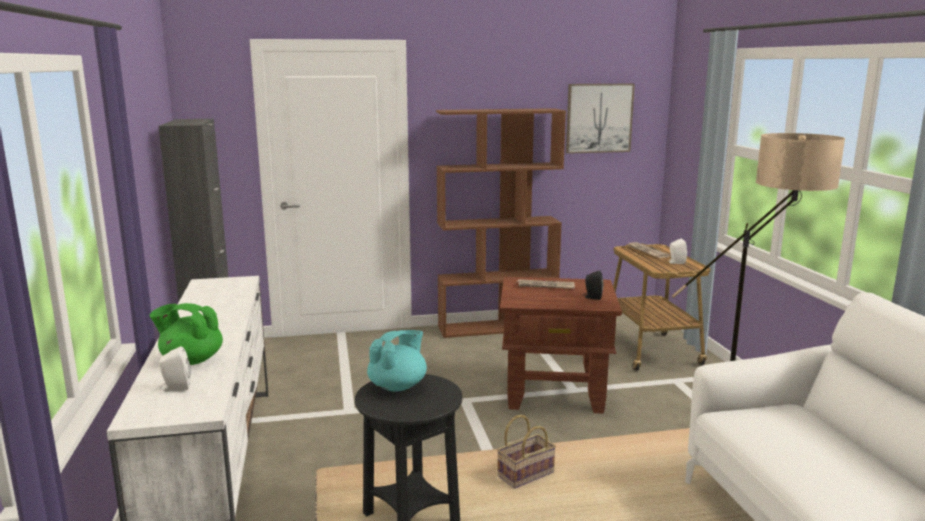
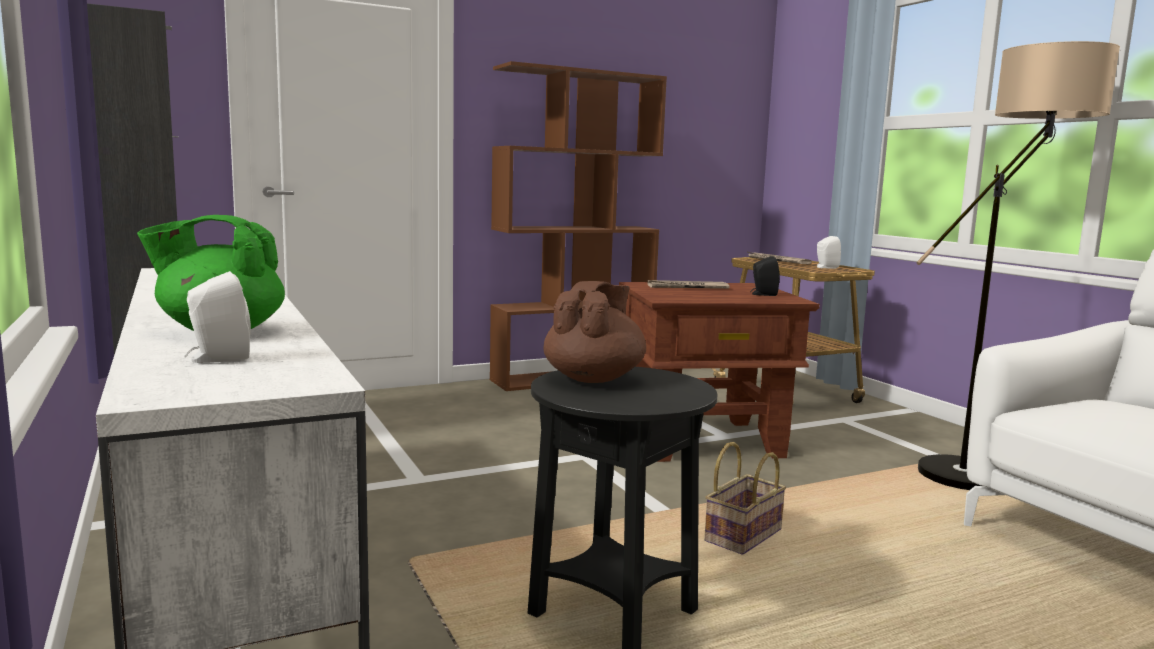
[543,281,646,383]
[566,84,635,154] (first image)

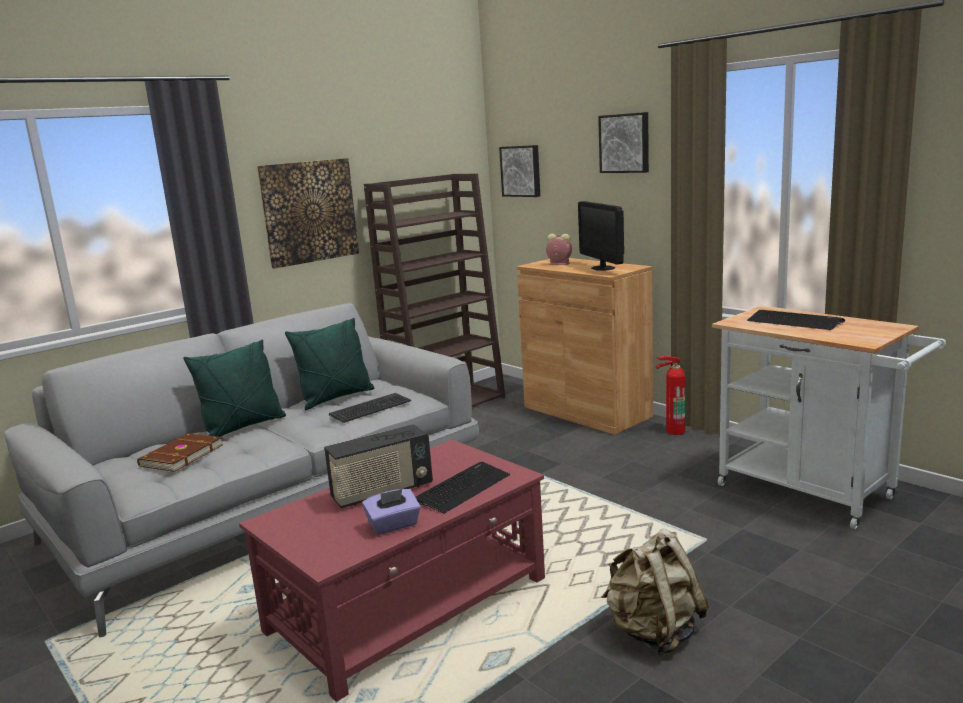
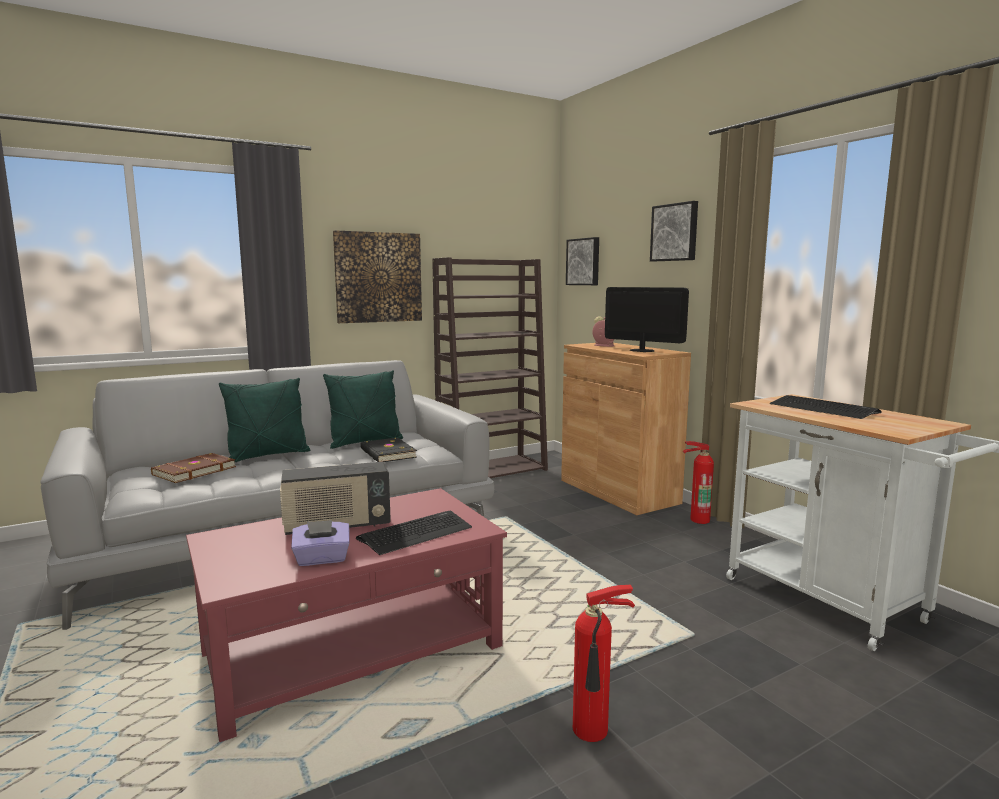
[360,438,417,462]
[573,585,635,742]
[605,287,689,352]

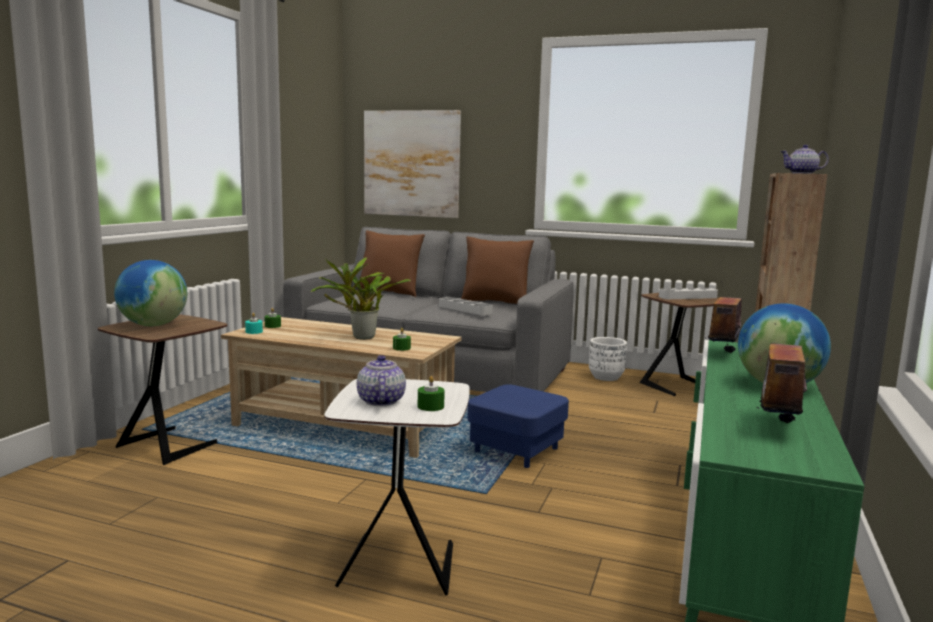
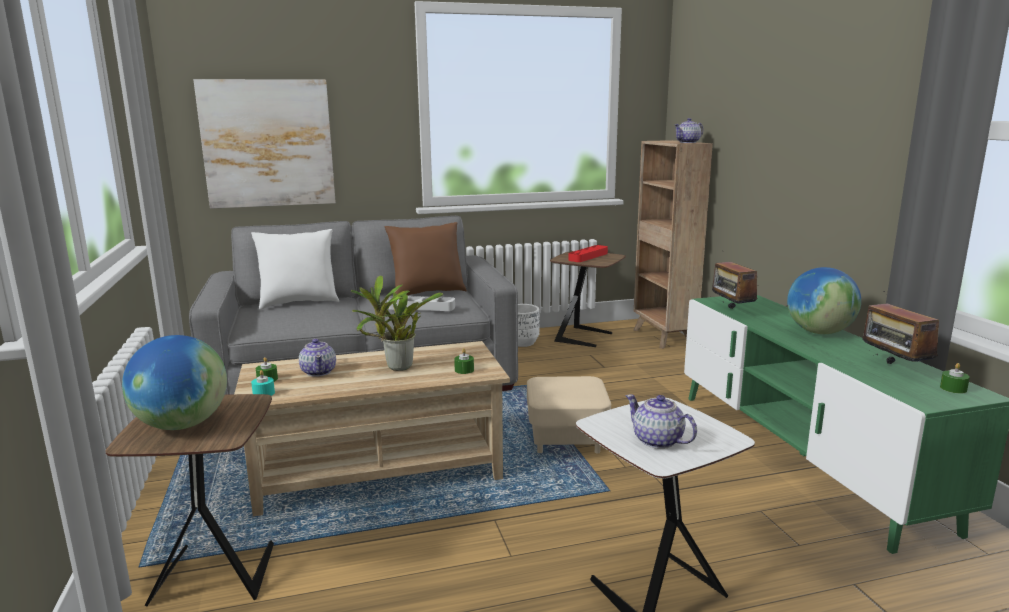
[251,229,339,309]
[299,339,336,377]
[527,376,611,454]
[568,245,608,262]
[940,363,970,394]

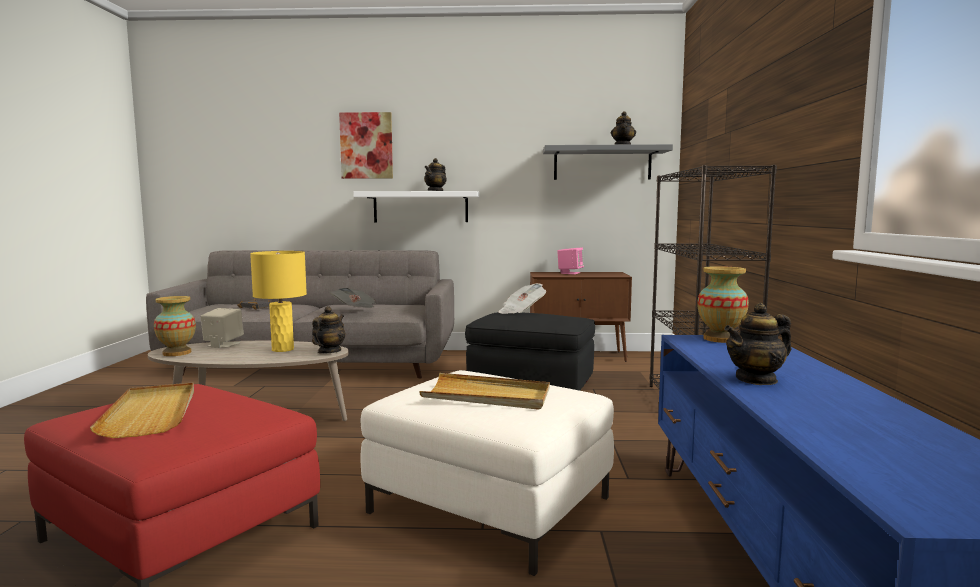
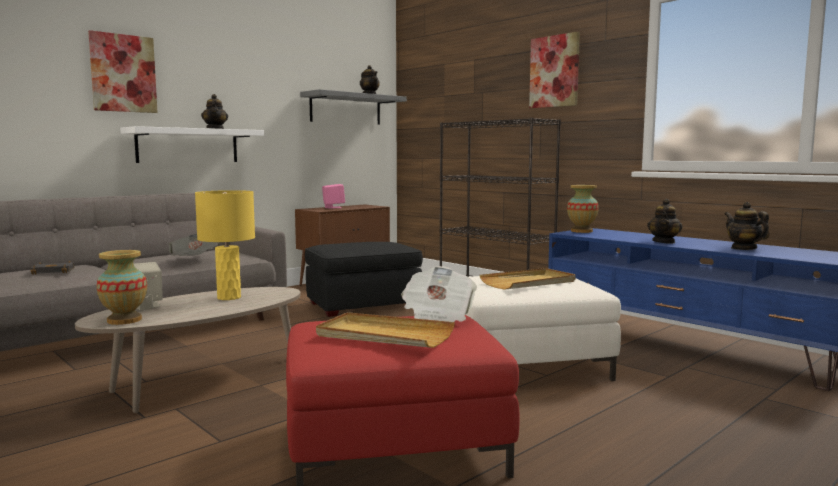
[401,266,477,322]
[529,32,580,108]
[724,202,769,250]

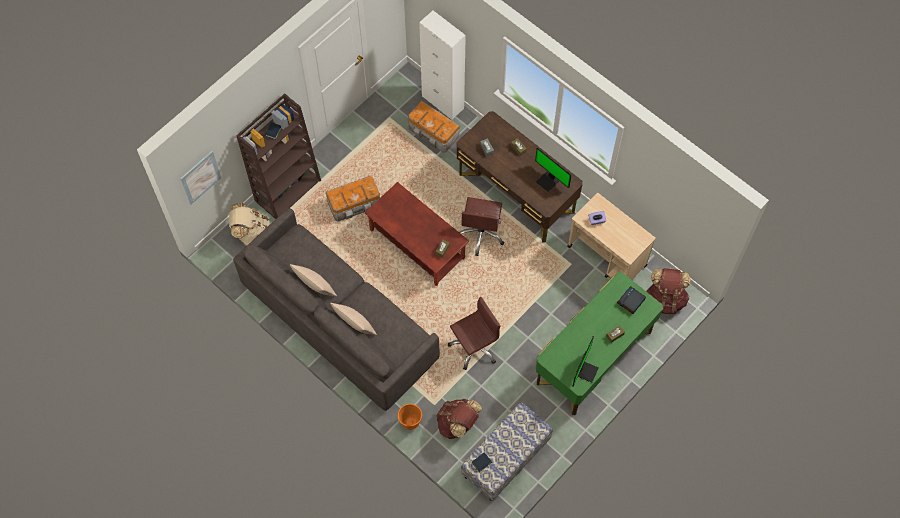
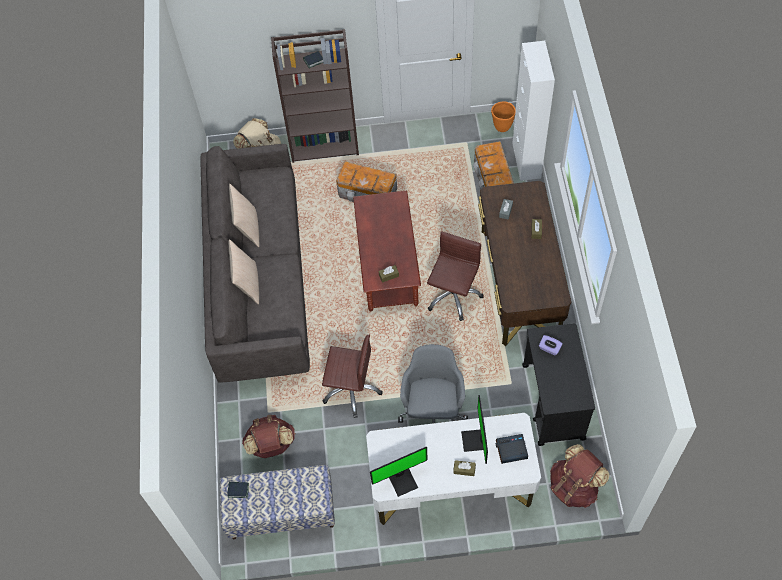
[366,413,541,525]
[398,344,468,423]
[427,231,484,321]
[461,395,488,464]
[491,102,516,132]
[522,323,595,446]
[180,151,221,205] (first image)

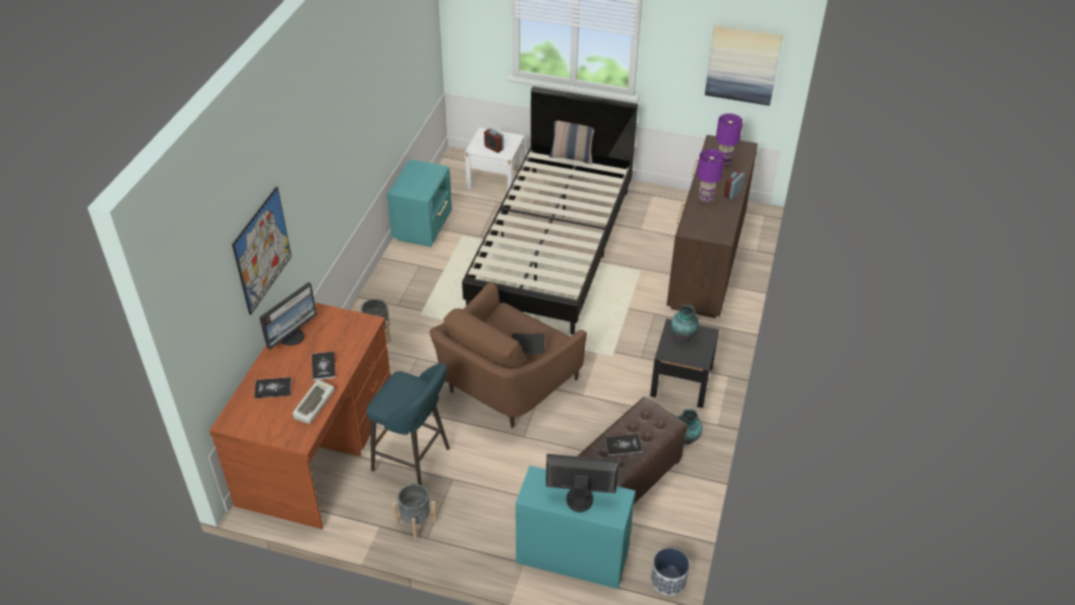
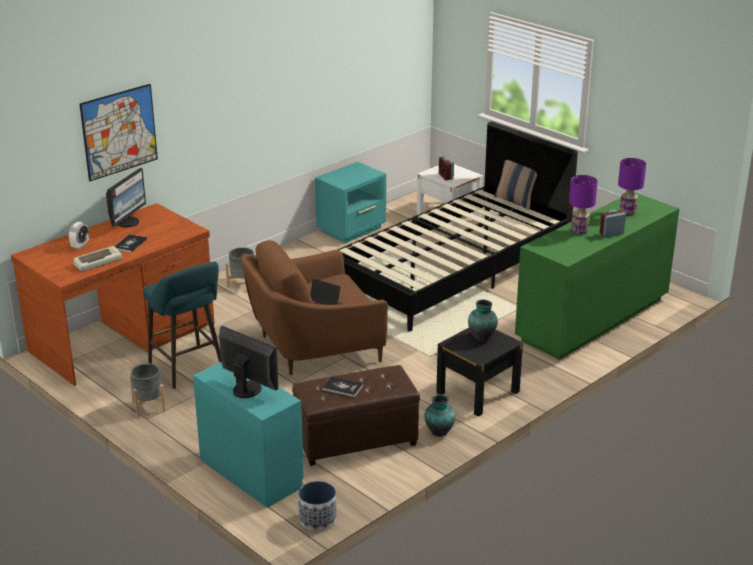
[69,222,89,249]
[106,168,146,227]
[515,192,680,360]
[705,25,783,106] (first image)

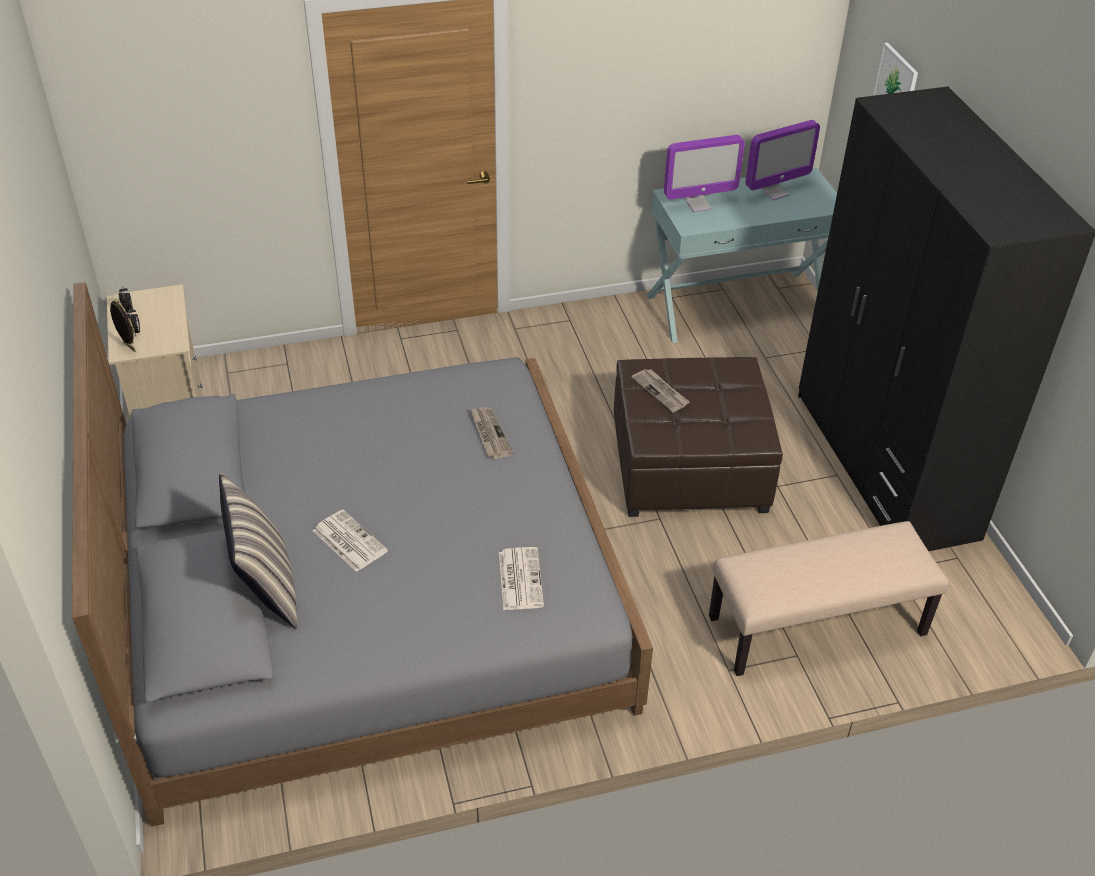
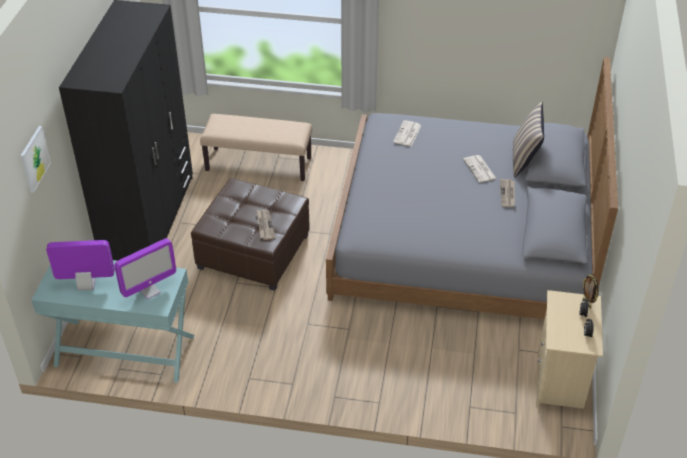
[114,238,176,299]
[500,179,515,207]

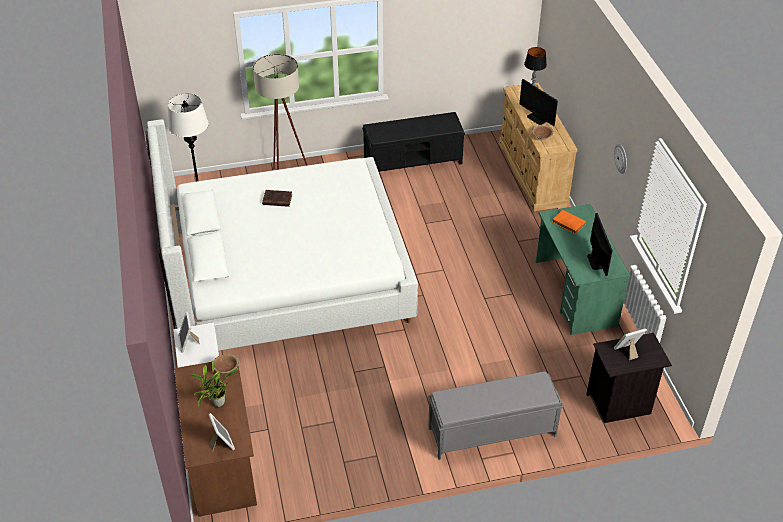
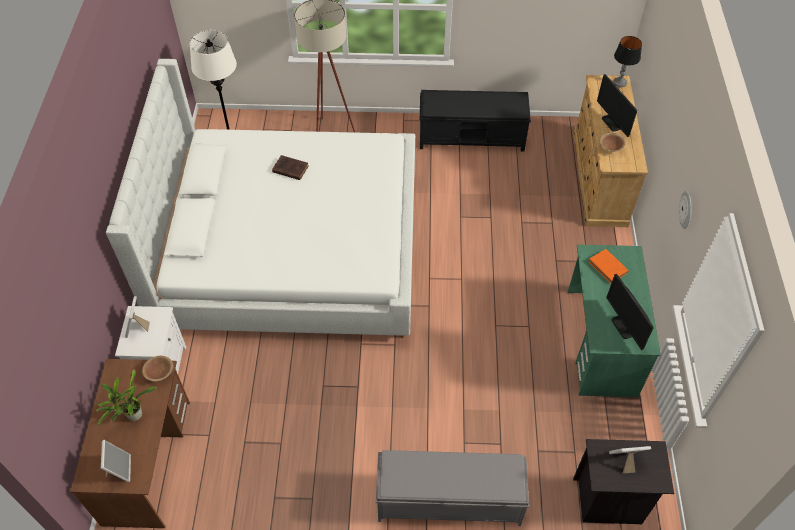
[606,274,654,350]

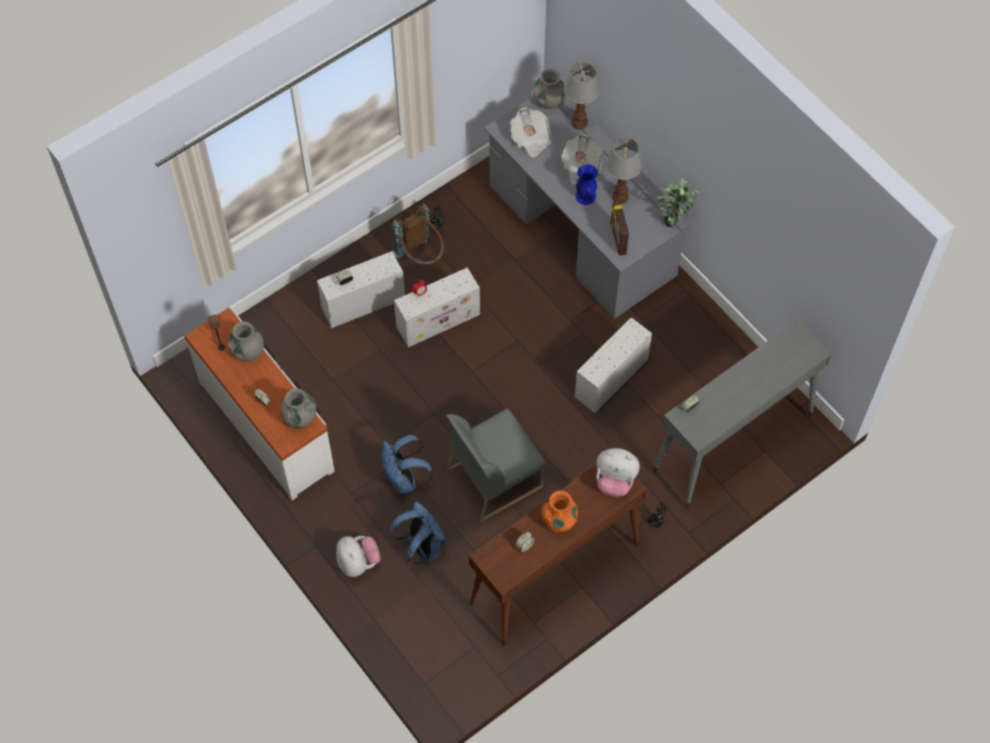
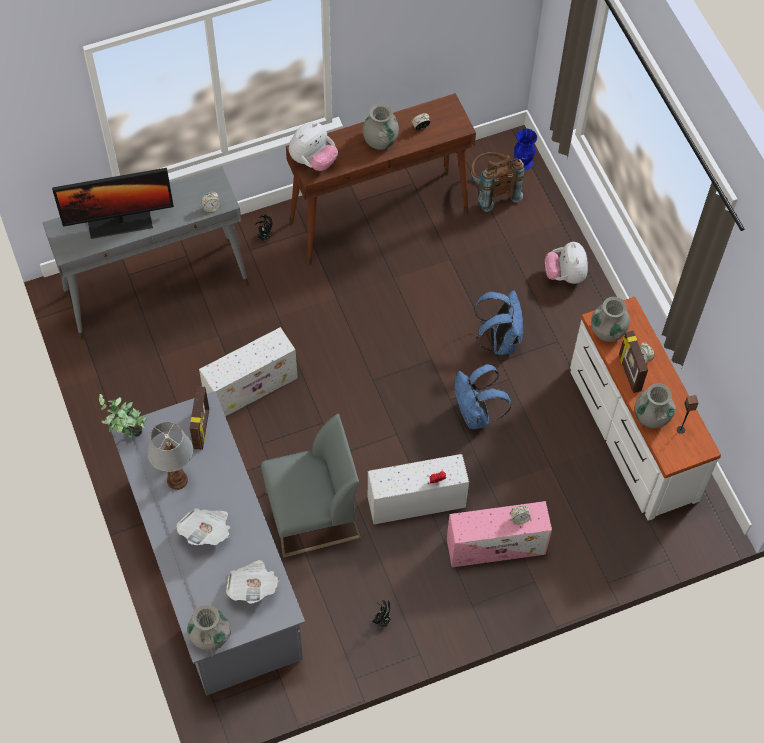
[52,168,174,239]
[261,414,362,558]
[289,122,338,171]
[363,103,399,150]
[447,501,552,567]
[455,364,511,429]
[471,152,525,212]
[513,129,537,170]
[619,331,648,393]
[564,62,600,130] (first image)

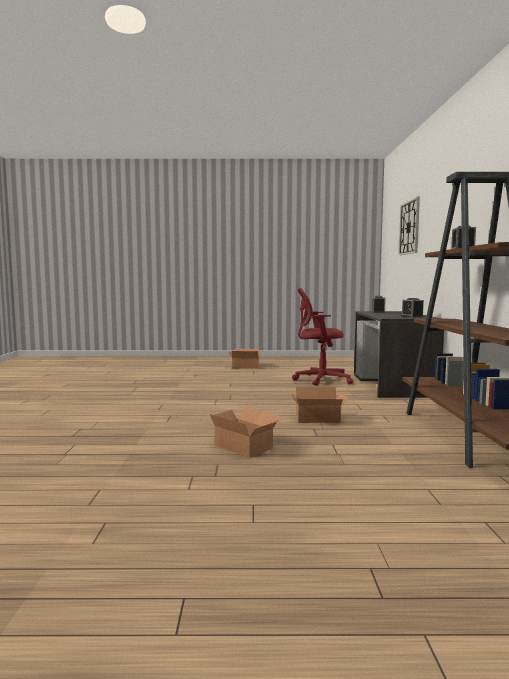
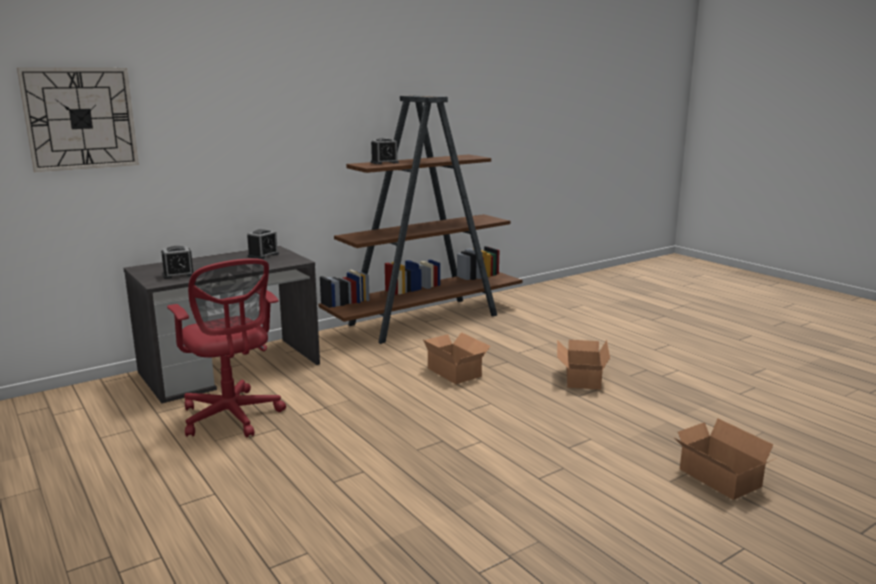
[675,418,777,500]

